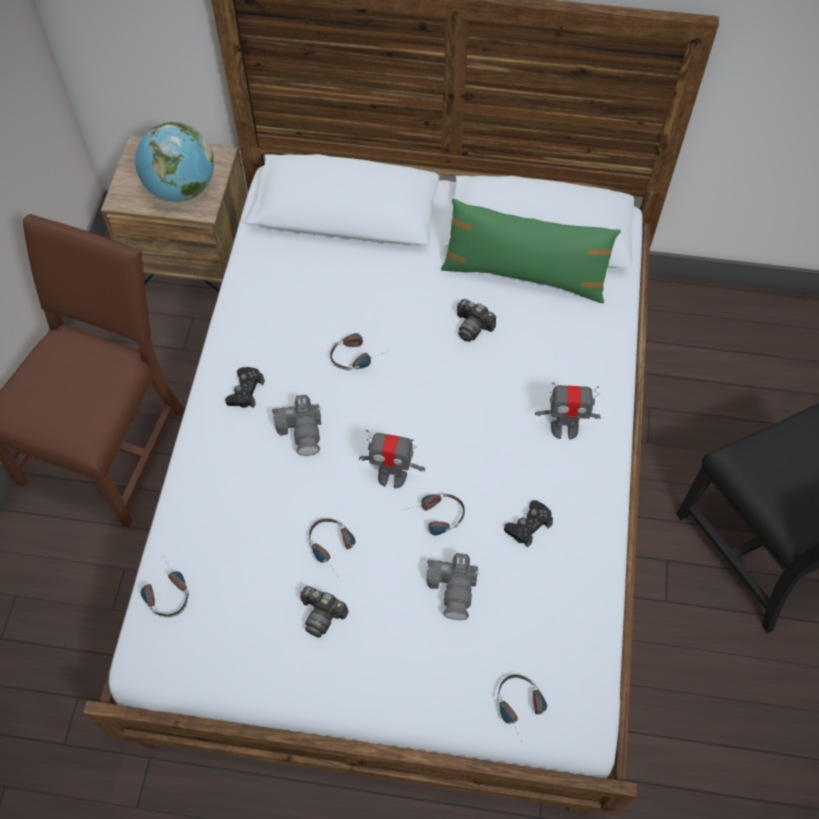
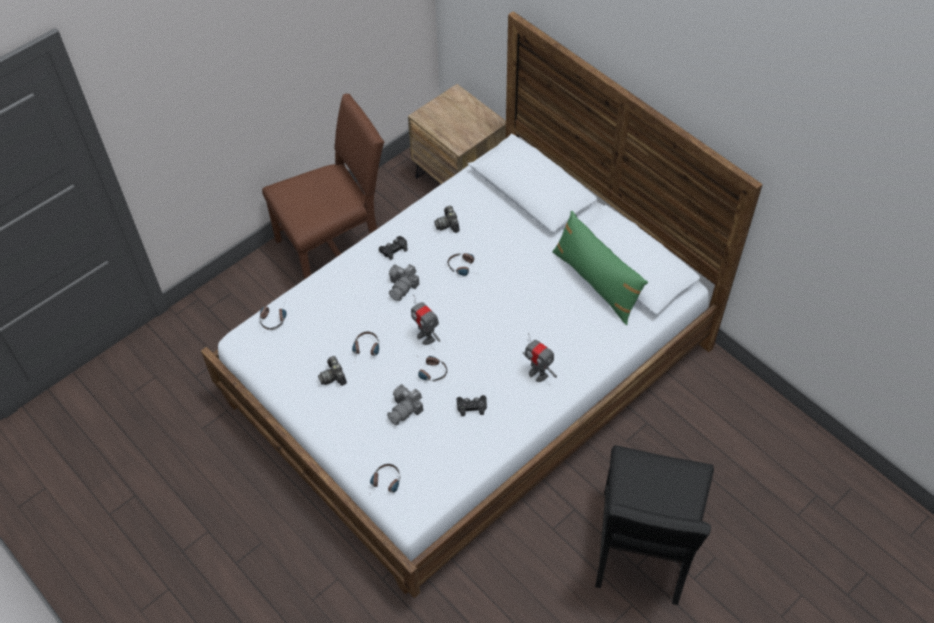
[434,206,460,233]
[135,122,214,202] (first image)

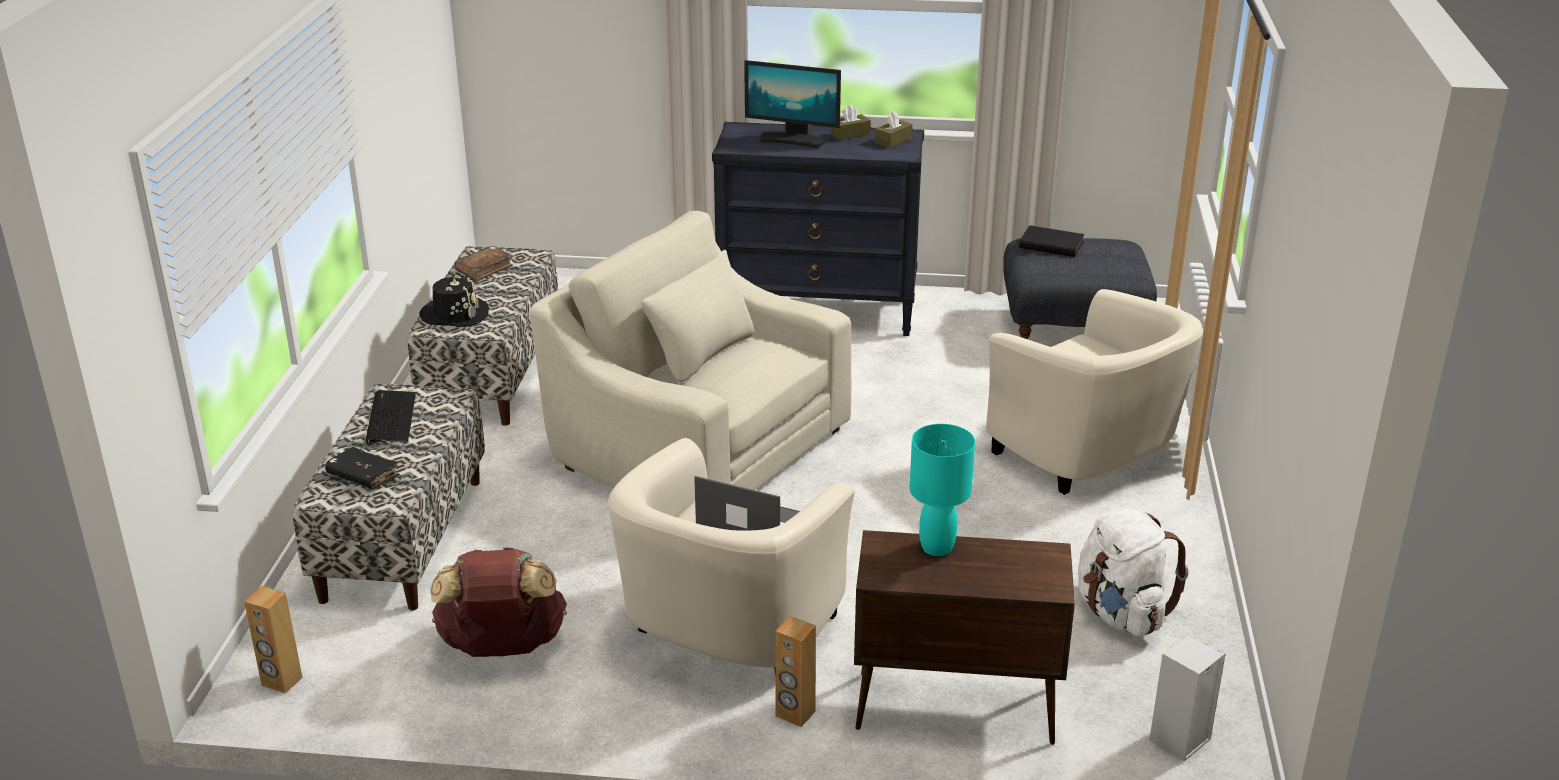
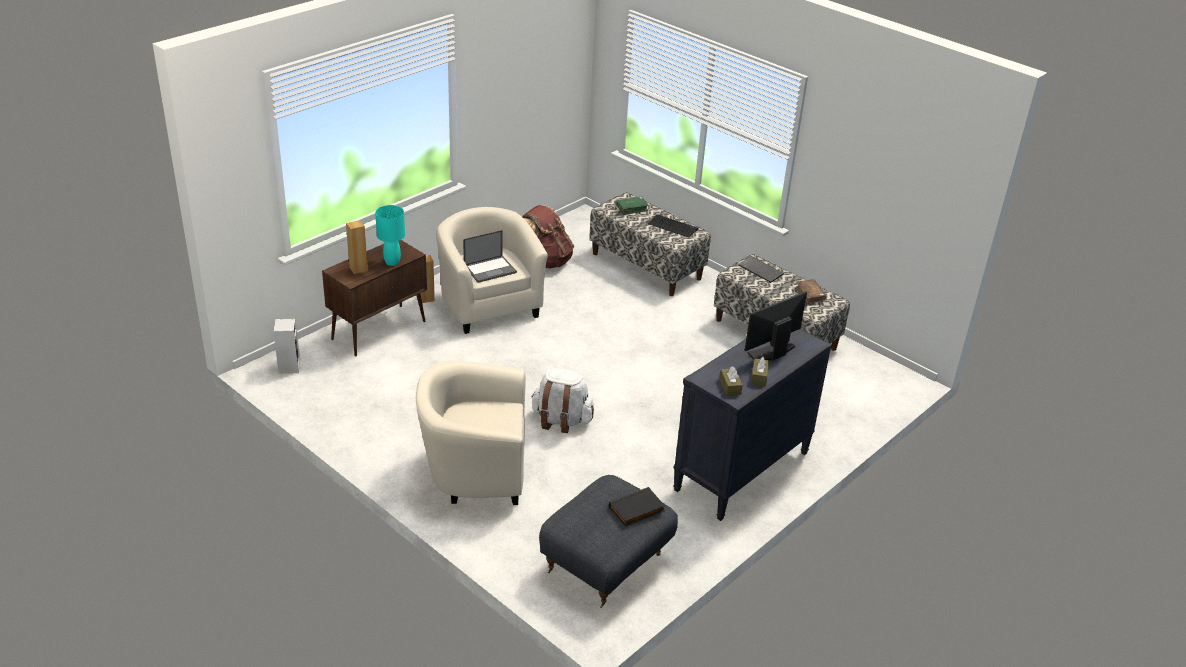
[346,220,368,274]
[531,368,594,433]
[616,197,649,215]
[738,256,784,283]
[529,211,851,490] (first image)

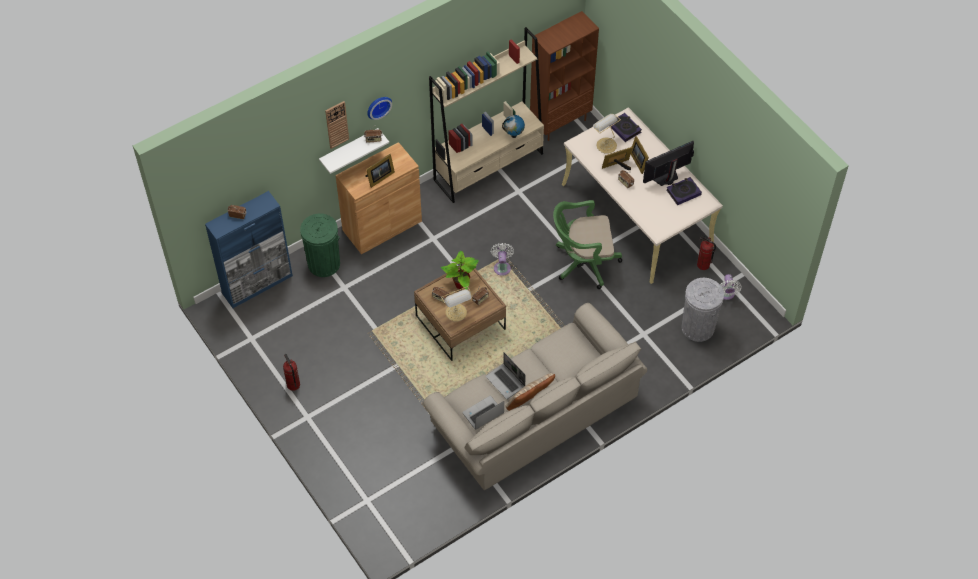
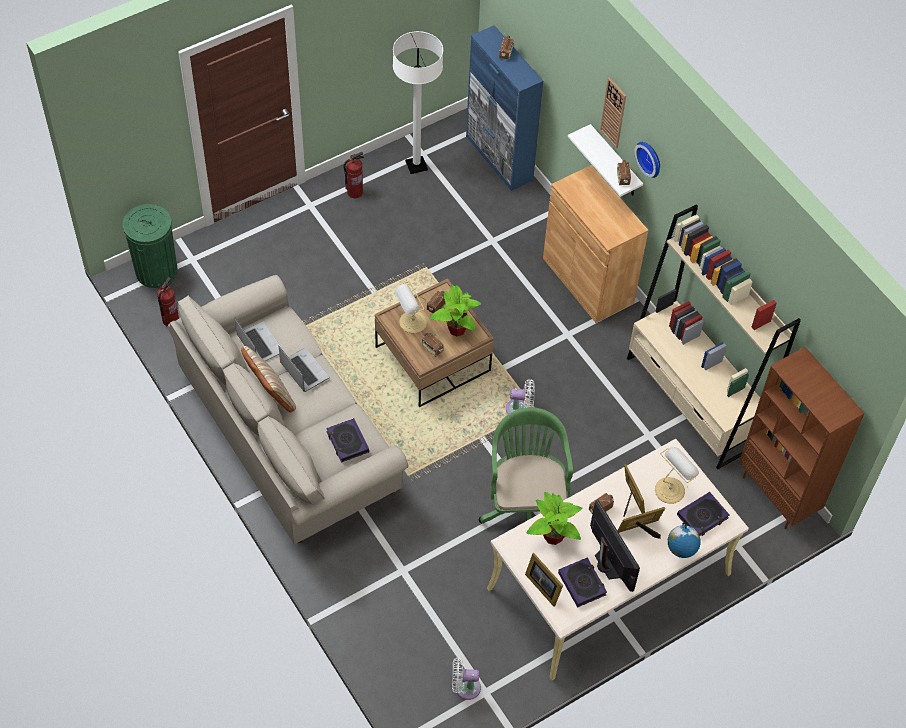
[123,204,178,288]
[157,277,179,327]
[279,346,329,392]
[326,418,369,463]
[393,31,443,174]
[525,553,563,607]
[526,492,582,545]
[668,523,701,558]
[682,278,724,342] (first image)

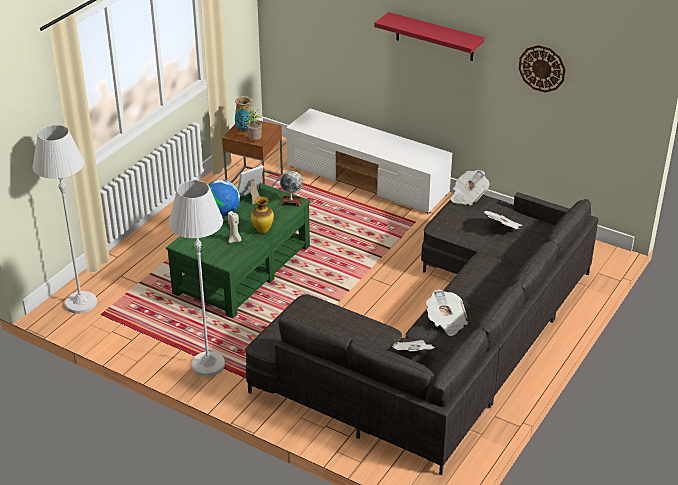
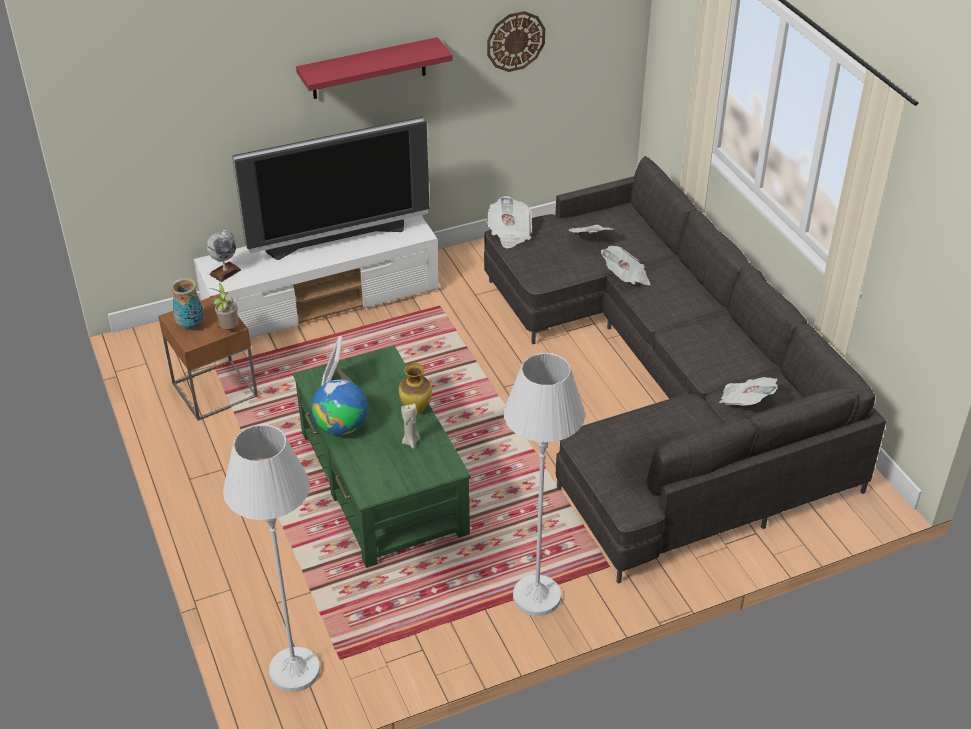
[206,230,241,282]
[232,117,429,260]
[601,246,650,285]

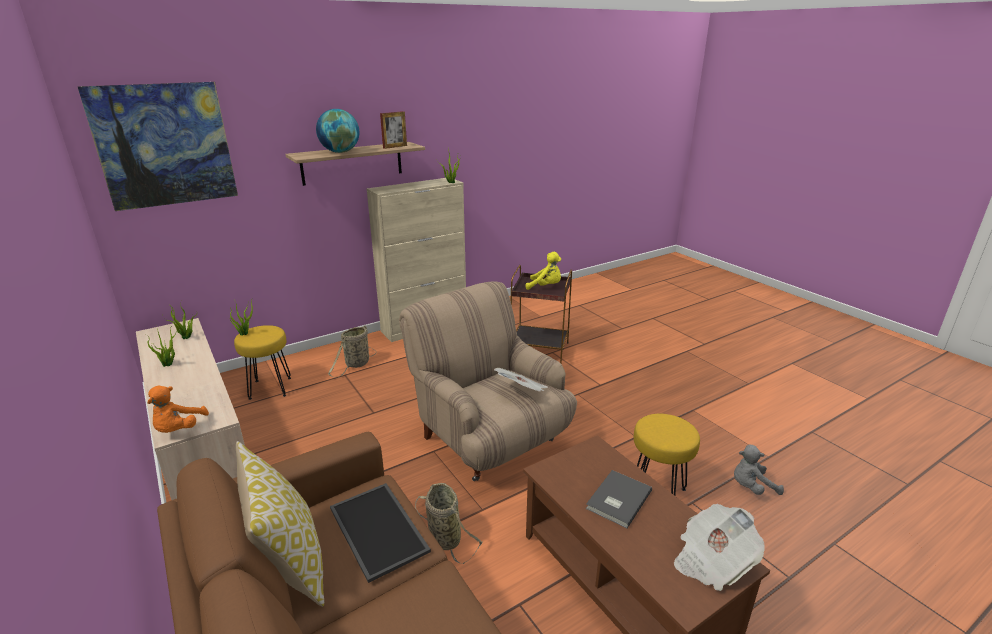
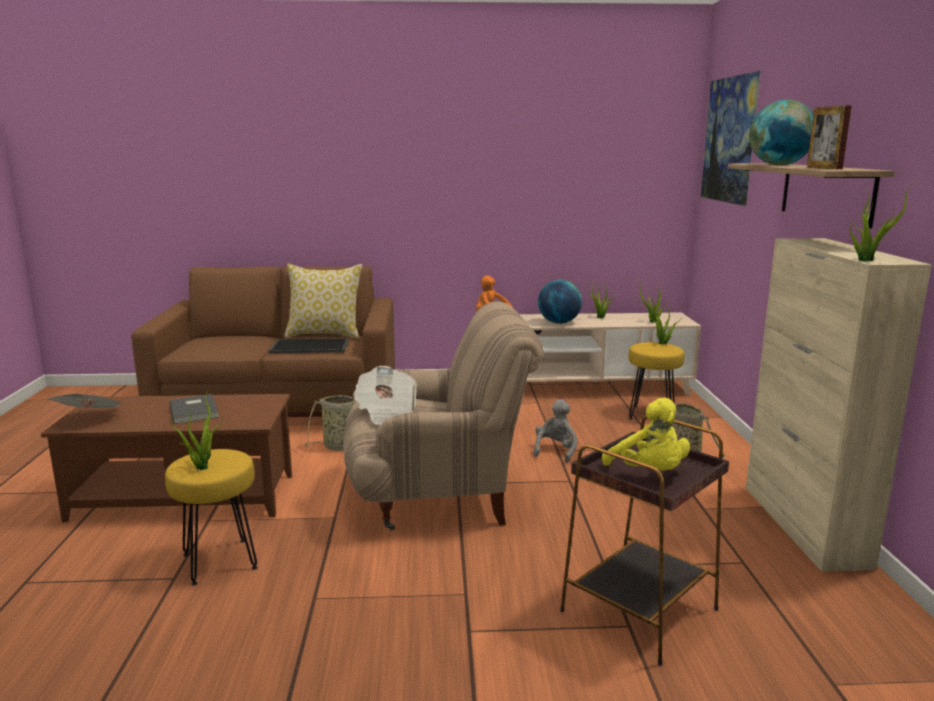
[172,388,223,470]
[534,399,578,463]
[538,280,582,324]
[602,398,690,471]

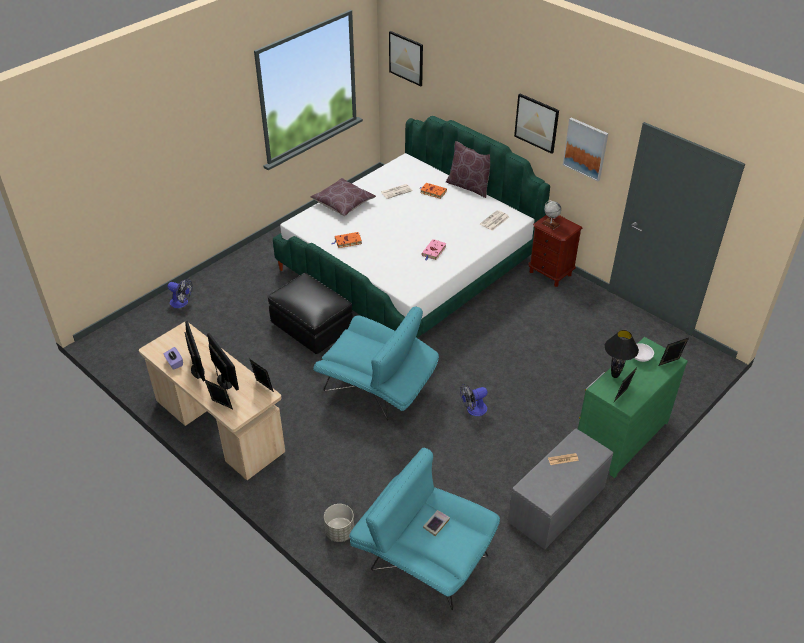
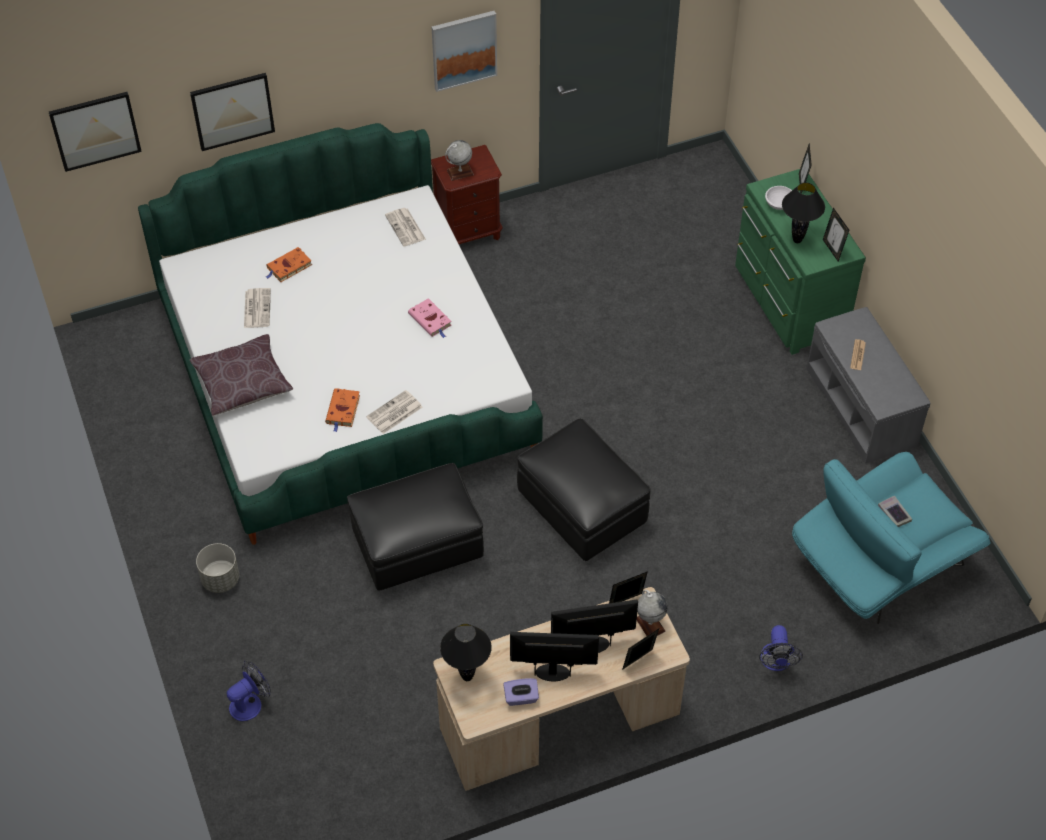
[190,73,275,151]
[196,543,239,593]
[366,390,422,434]
[440,624,492,681]
[517,418,651,561]
[637,590,668,636]
[759,625,803,671]
[446,141,490,198] (first image)

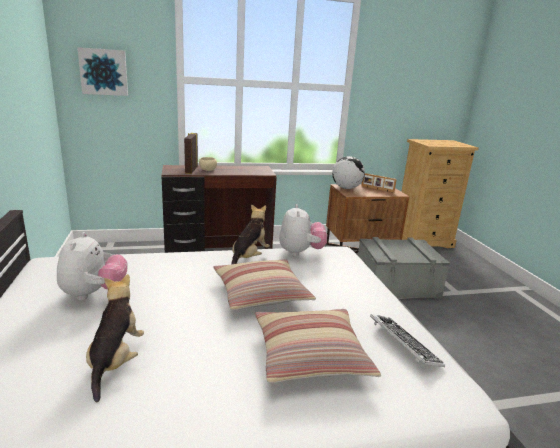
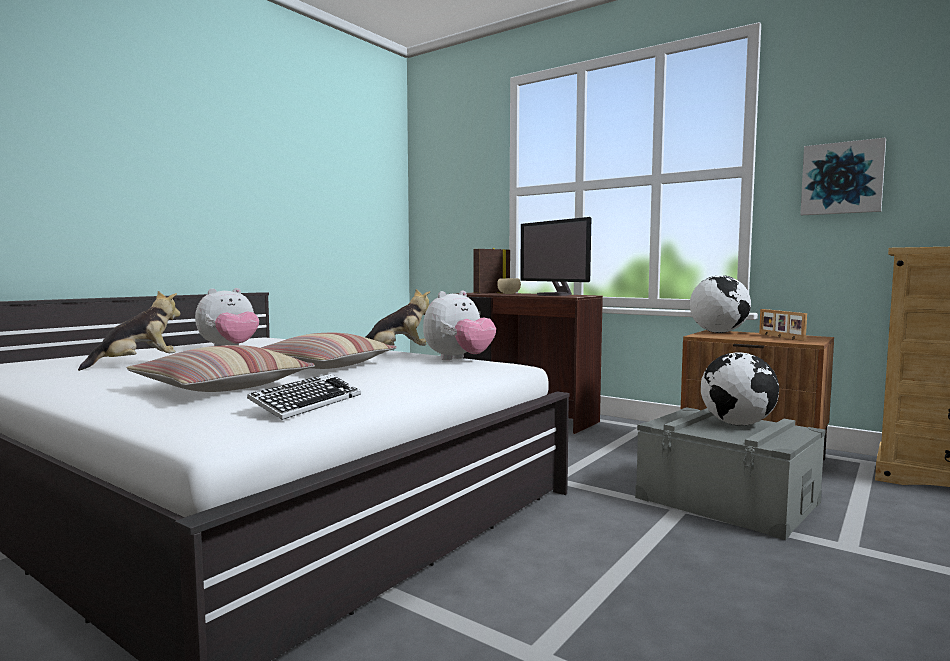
[520,217,591,296]
[701,352,779,425]
[800,137,886,215]

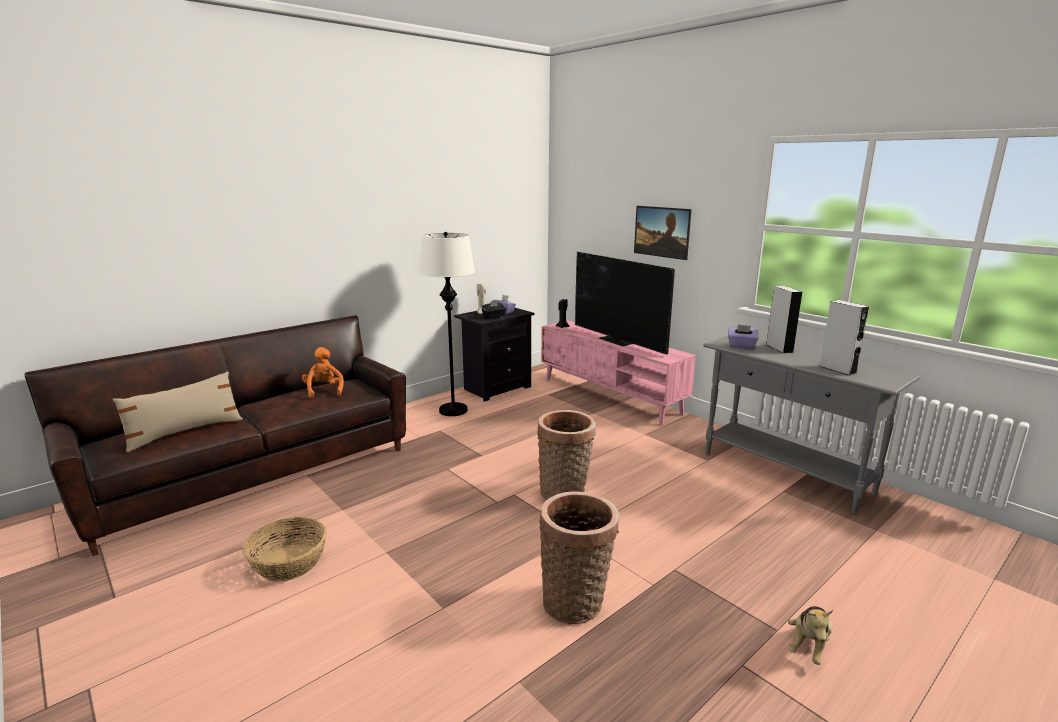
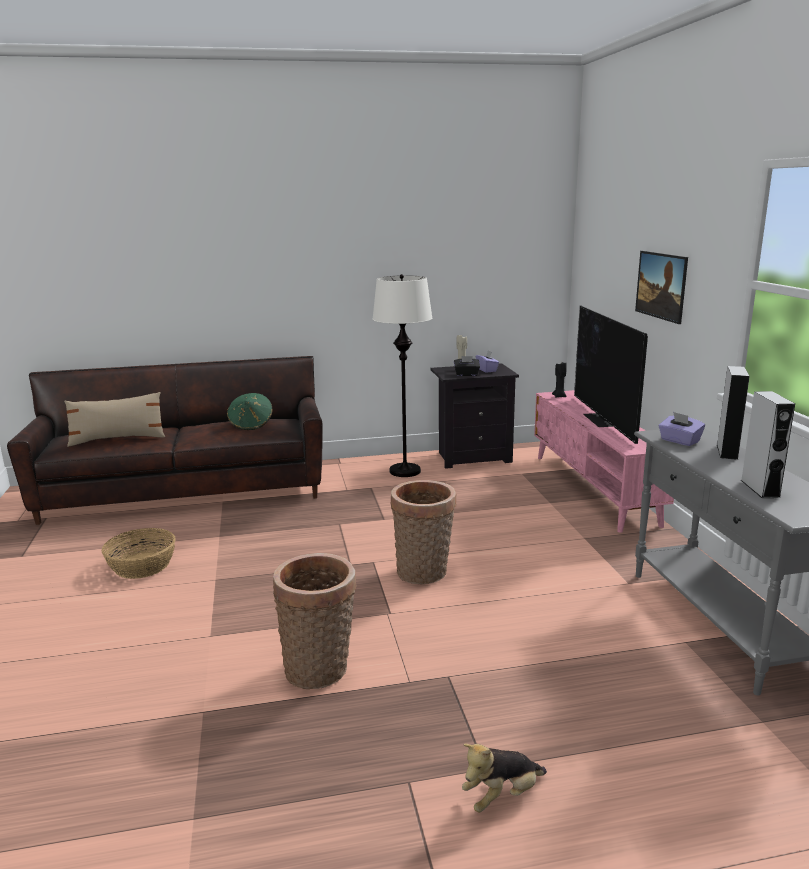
[227,393,273,430]

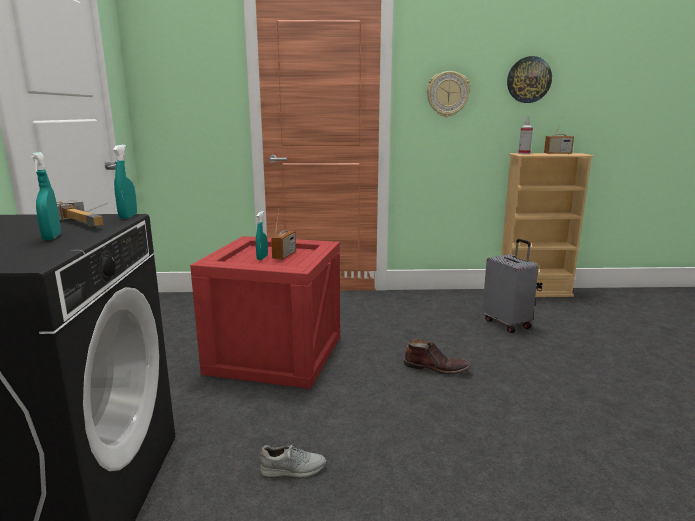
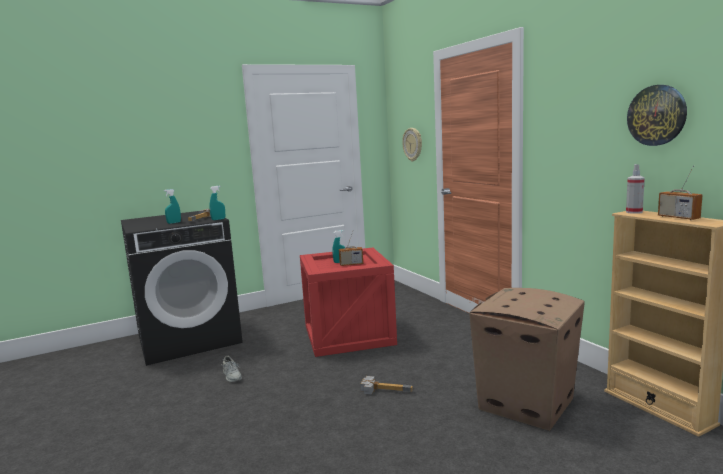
[360,376,413,395]
[402,128,422,162]
[469,288,584,431]

